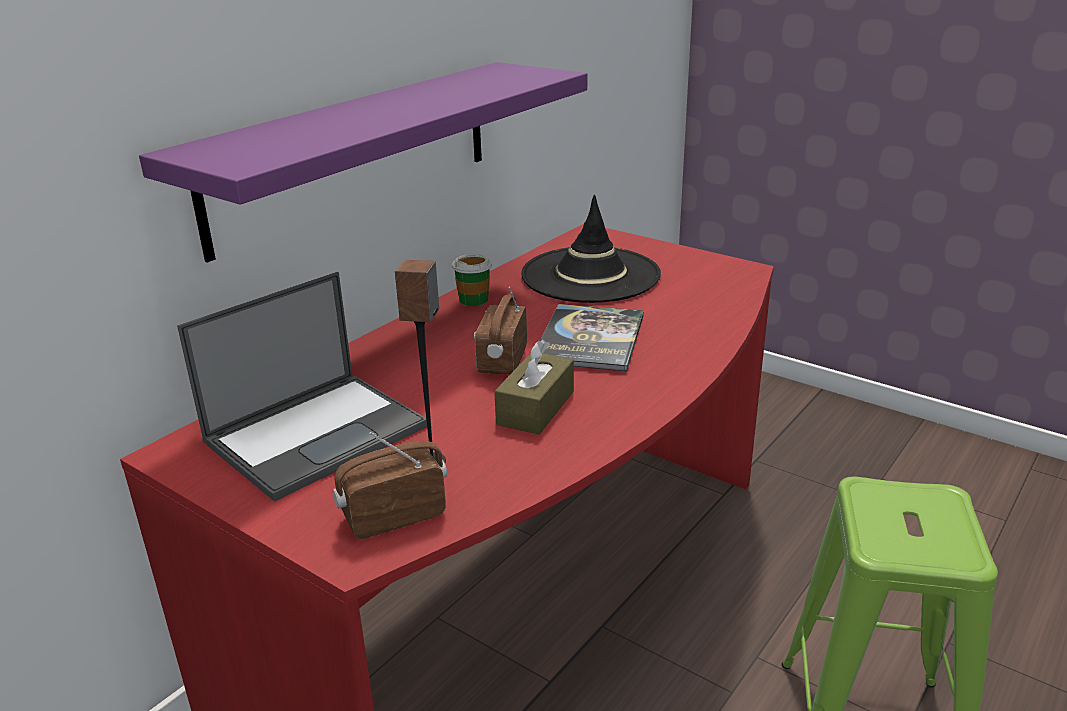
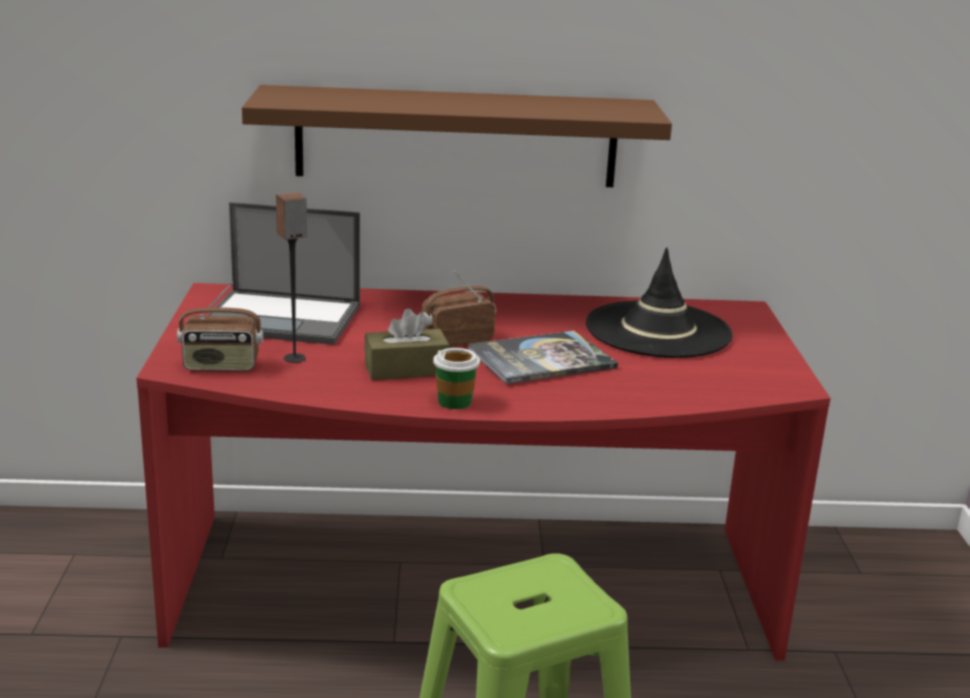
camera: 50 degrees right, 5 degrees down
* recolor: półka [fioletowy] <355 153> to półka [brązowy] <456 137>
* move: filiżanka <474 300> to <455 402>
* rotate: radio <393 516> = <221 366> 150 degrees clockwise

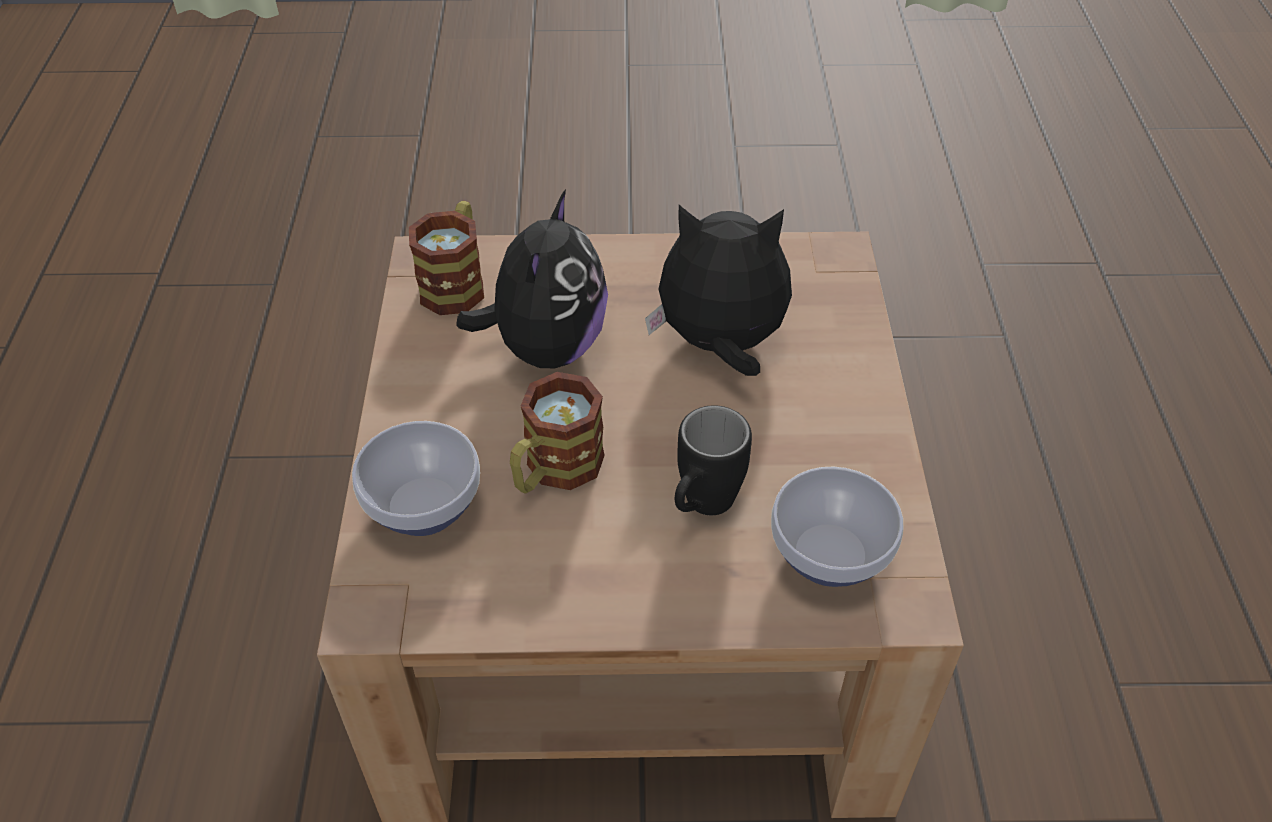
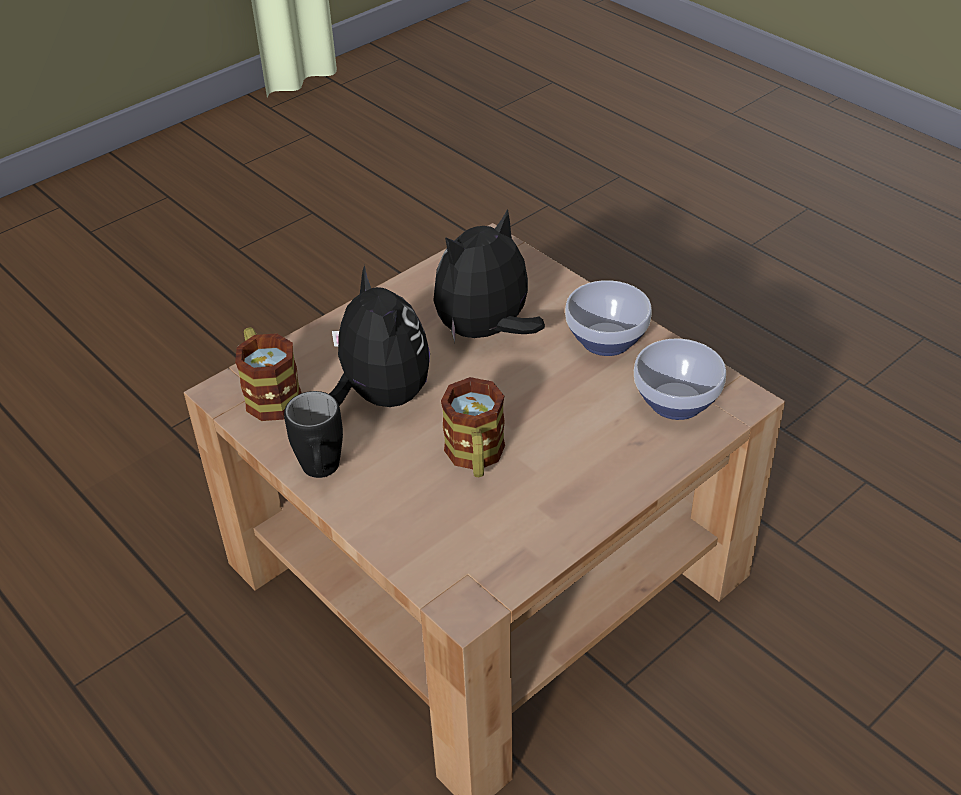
camera: 40 degrees left, 5 degrees down
* move: kubek [czarny] <701 508> to <321 474>
* move: miska <427 508> to <608 339>

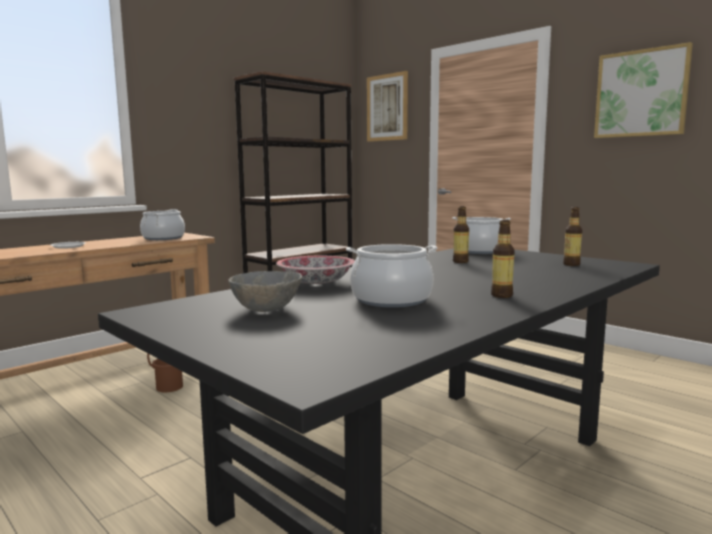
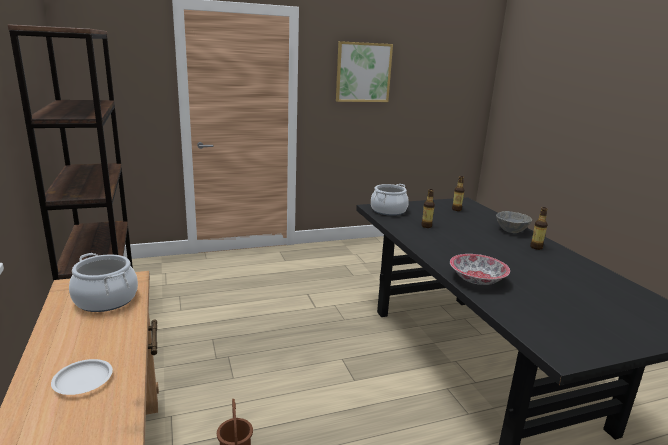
camera: 65 degrees left, 10 degrees up
* delete: obraz <387 107>
* delete: garnek <391 300>
* move: miska [szary] <266 309> to <511 231>

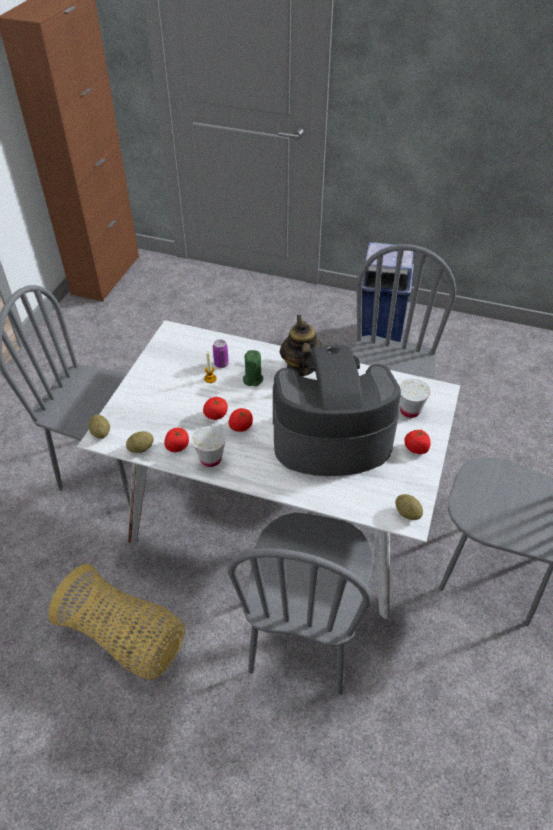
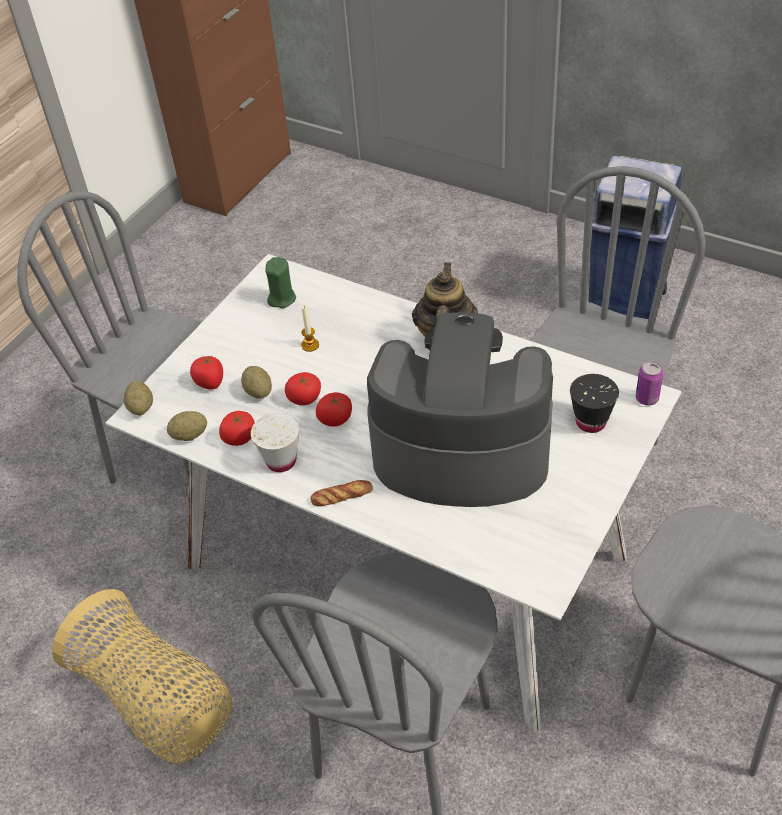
camera: 15 degrees right, 0 degrees up
* move: puszka <221 364> to <647 398>
* move: świeca [zielony] <253 379> to <282 299>
* recolor: filiżanka [biały] <409 411> to filiżanka [czarny] <591 422>
* move: pomidor <416 448> to <210 382>
* move: ziemniak <407 513> to <258 391>
* insert: chleb <342 496>

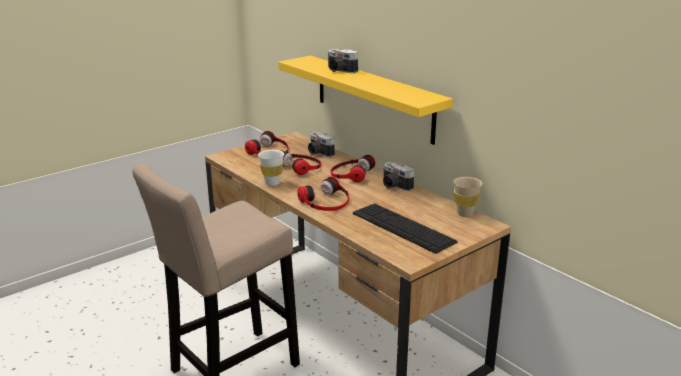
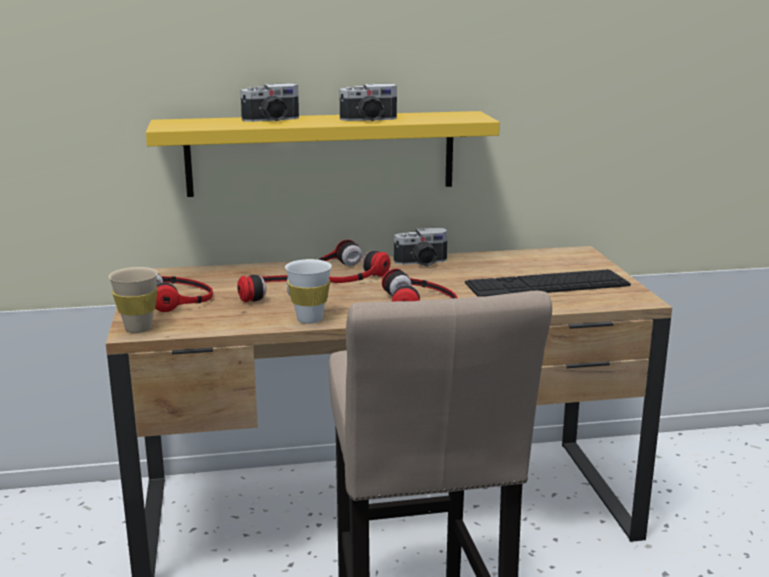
camera: 60 degrees left, 5 degrees down
* move: aparat fotograficzny <319 153> to <369 120>
* move: filiżanka [beżowy] <465 213> to <138 328>

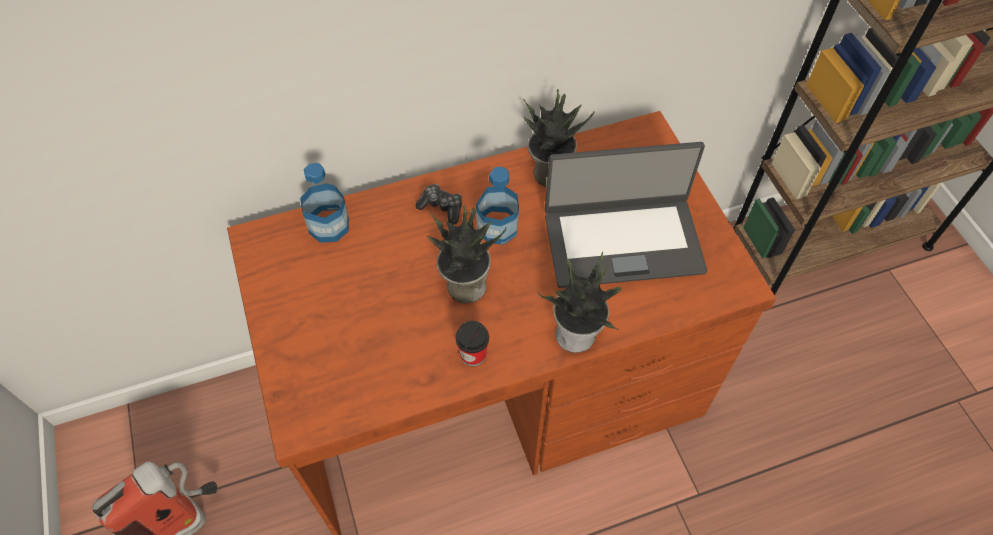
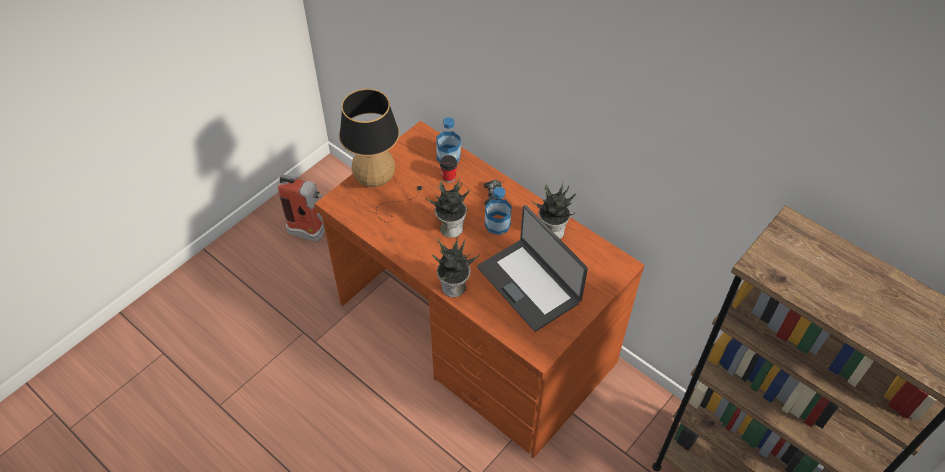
camera: 60 degrees right, 5 degrees down
* move: filiżanka <473 355> to <448 177>
* insert: lampa stołowa <377 185>

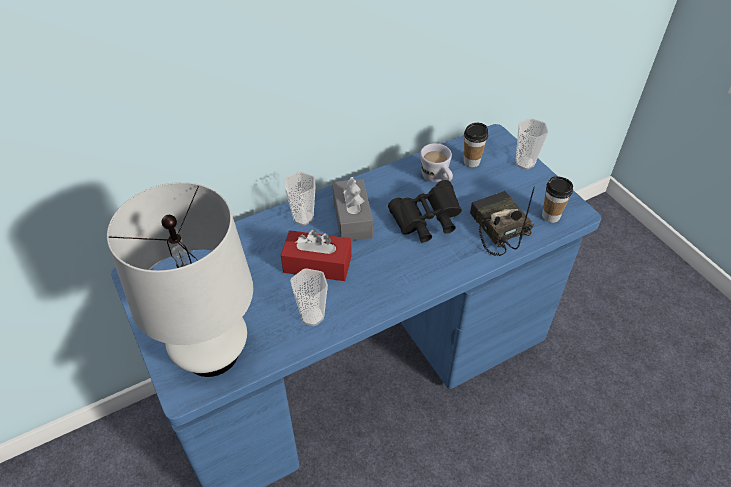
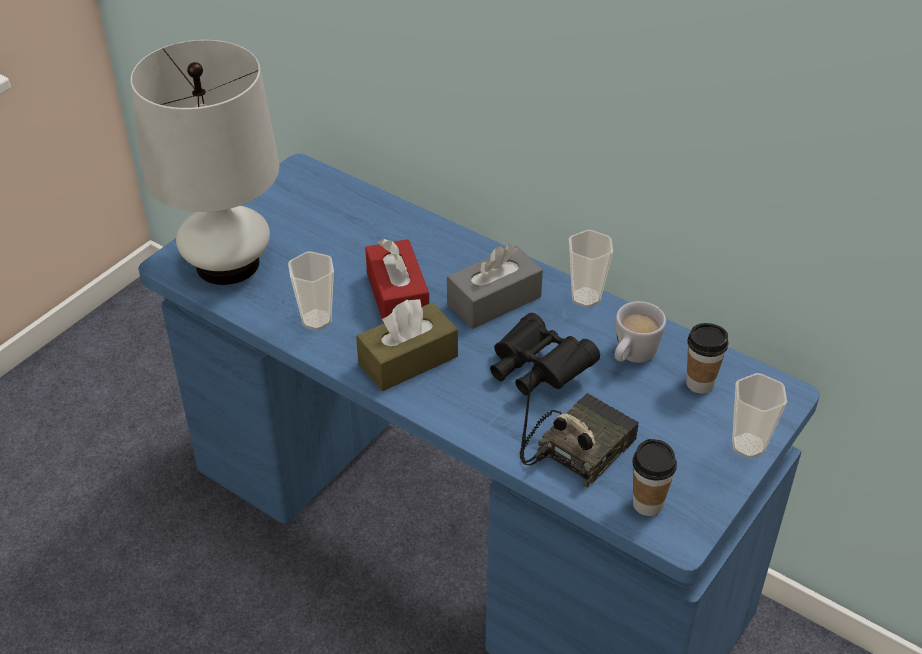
camera: 65 degrees right, 5 degrees down
* move: filiżanka <303 218> to <585 297>
* insert: pudełko chusteczek [brązowy] <408 360>

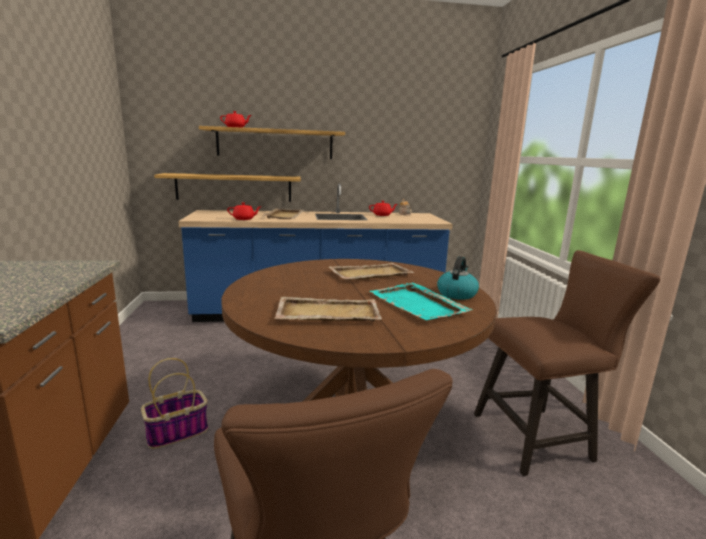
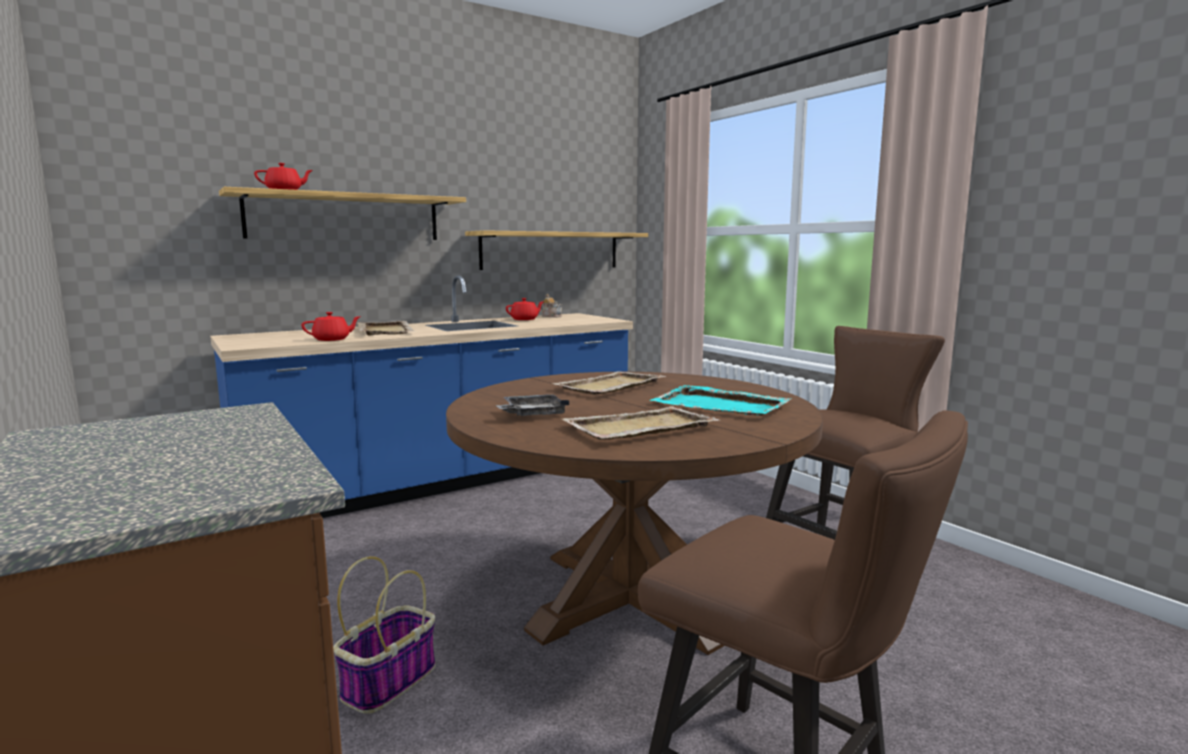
camera: 25 degrees left, 5 degrees down
* move: półka <234 187> to <551 250>
* delete: czajnik <456 294>
* insert: taca [szary] <532 414>

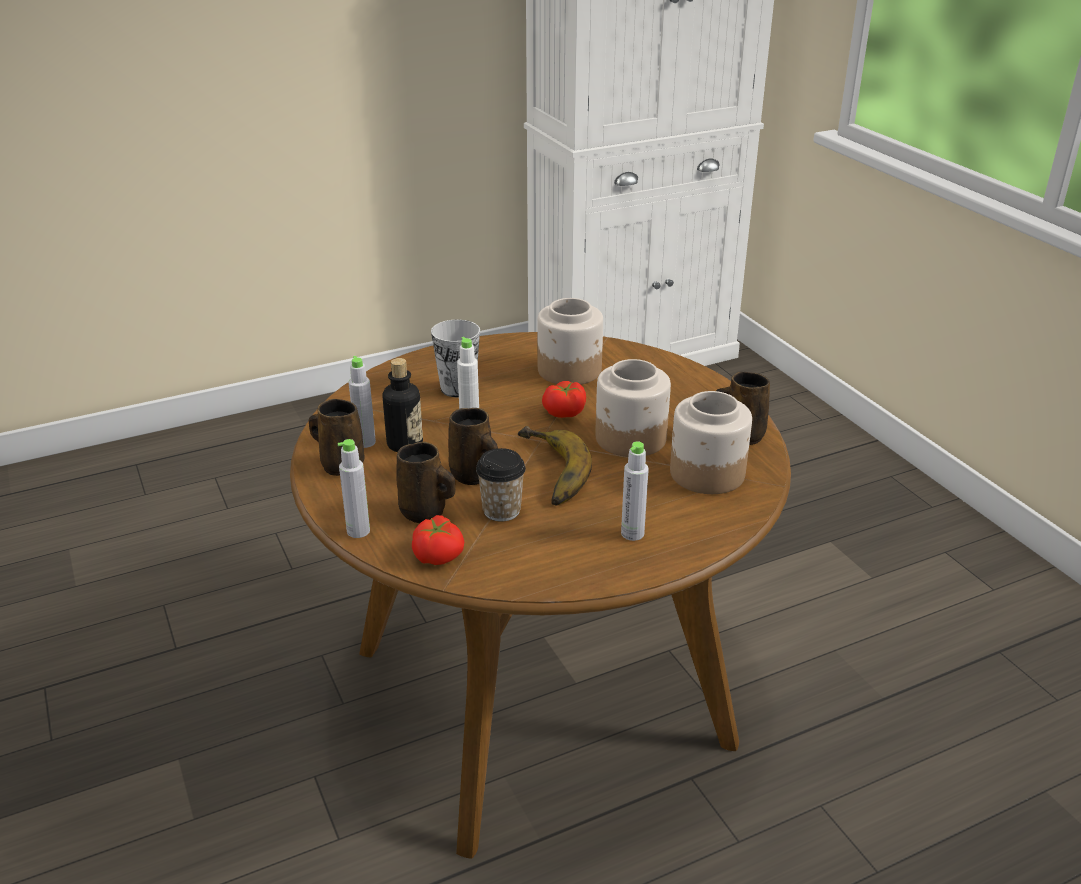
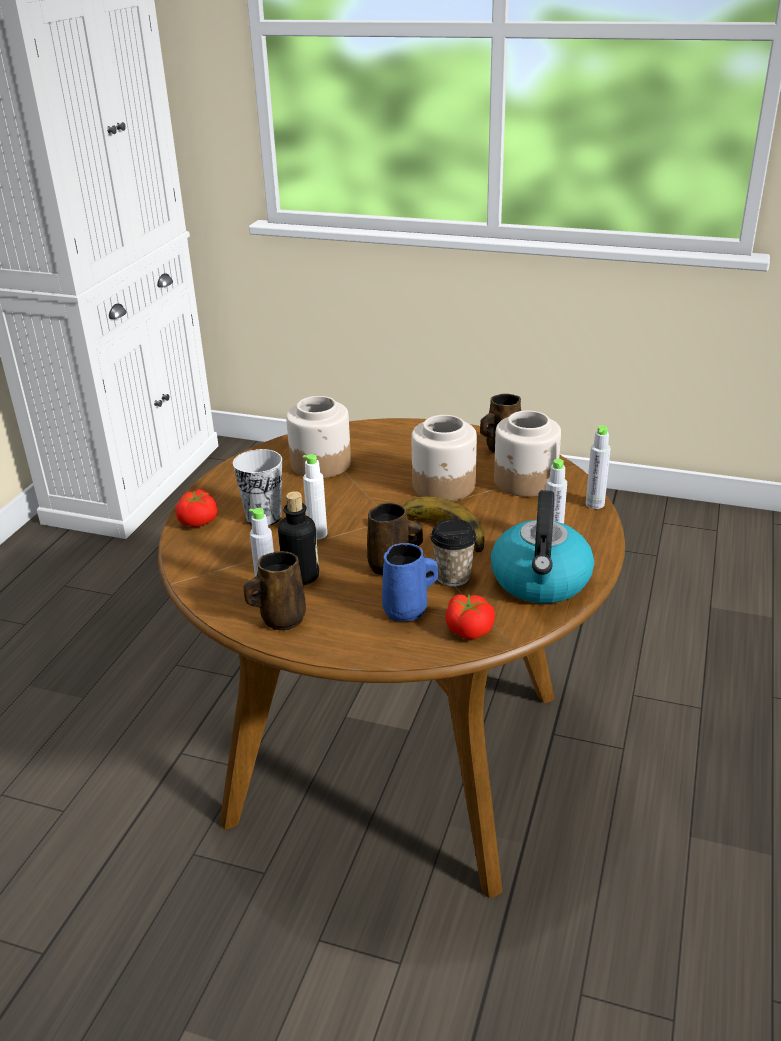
camera: 45 degrees left, 0 degrees up
* move: pomidor <565 413> to <199 521>
* move: butelka [szary] <358 531> to <595 504>
* recolor: kubek [brązowy] <425 513> to kubek [niebieski] <407 610>
* insert: czajnik <541 581>

